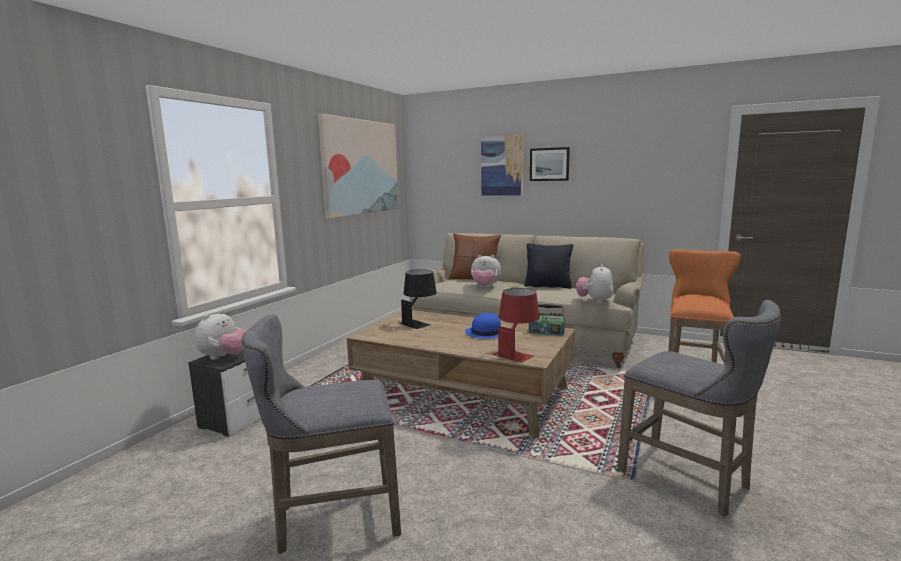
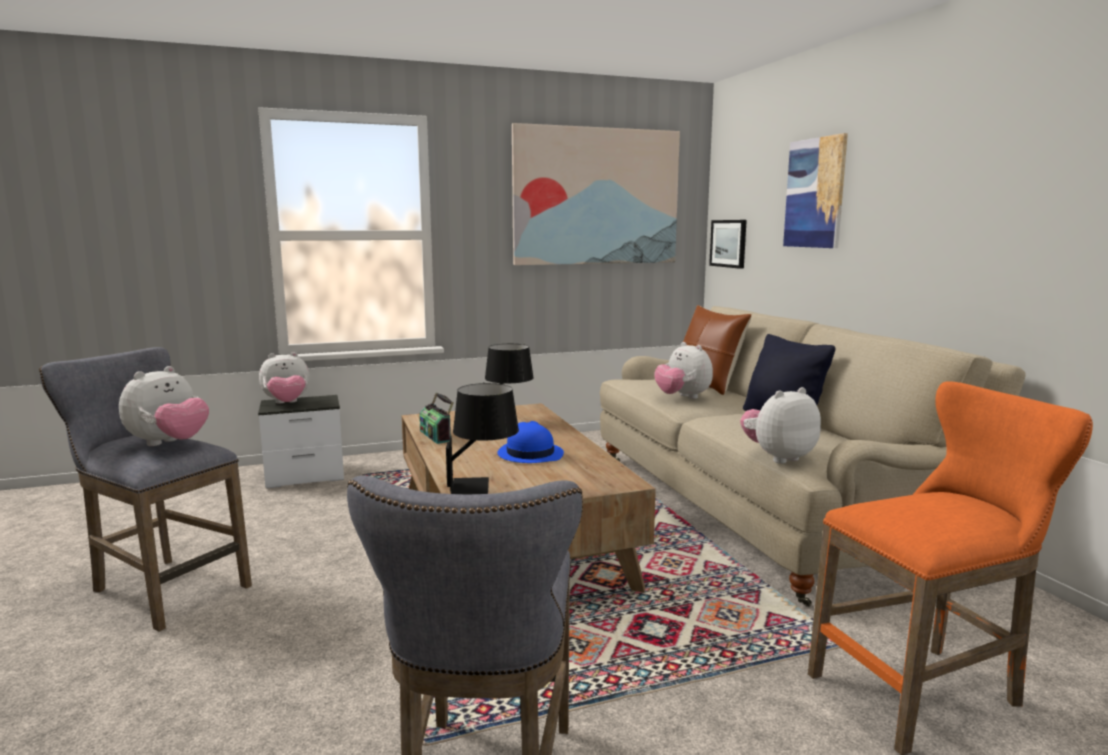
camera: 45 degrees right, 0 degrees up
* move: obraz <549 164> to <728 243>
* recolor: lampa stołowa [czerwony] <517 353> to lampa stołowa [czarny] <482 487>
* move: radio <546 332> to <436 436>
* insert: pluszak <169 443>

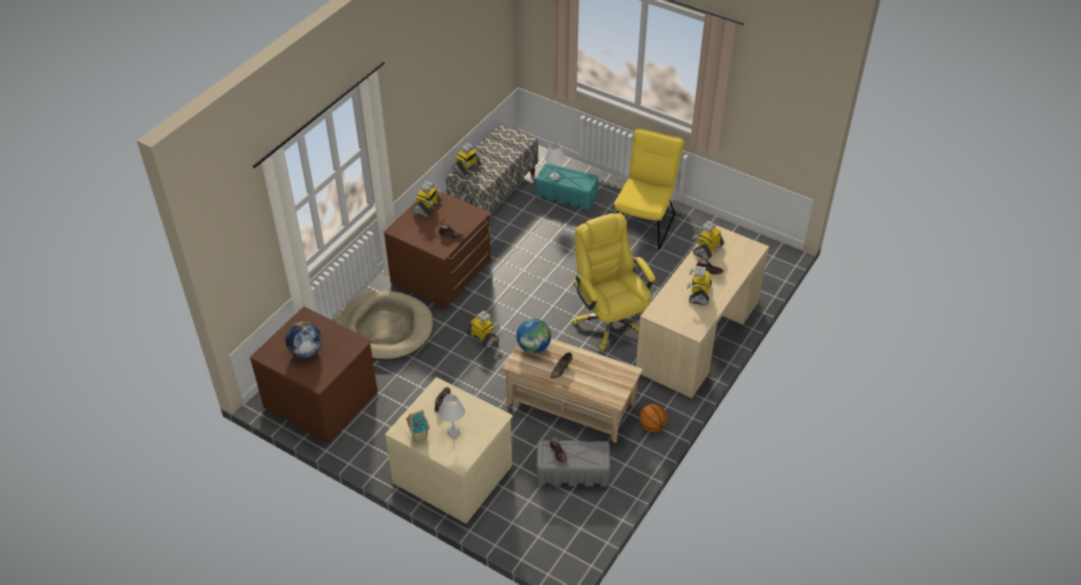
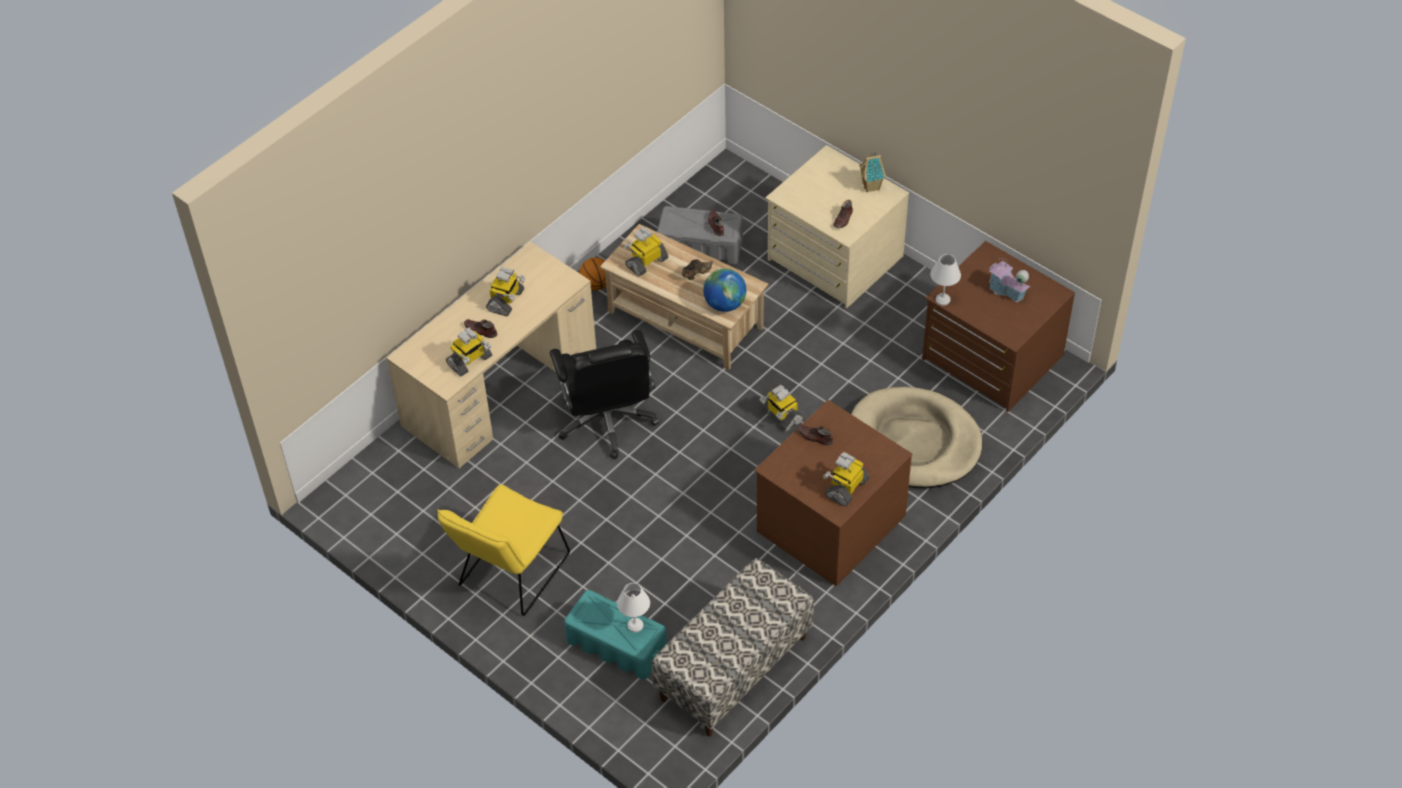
camera: 170 degrees left, 5 degrees up
* move: robot zabawkowy <467 168> to <646 262>
* recolor: krzesło biurowe [żółty] <610 320> to krzesło biurowe [czarny] <607 421>
* replace: globus <306 351> to domek <1006 291>
* move: lampa stołowa [biały] <453 431> to <943 299>

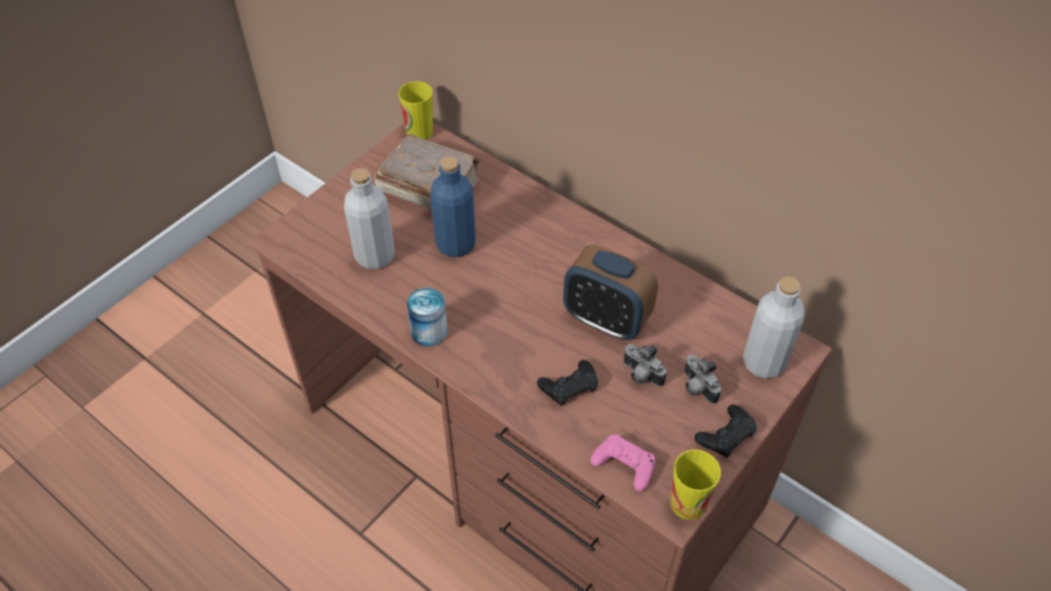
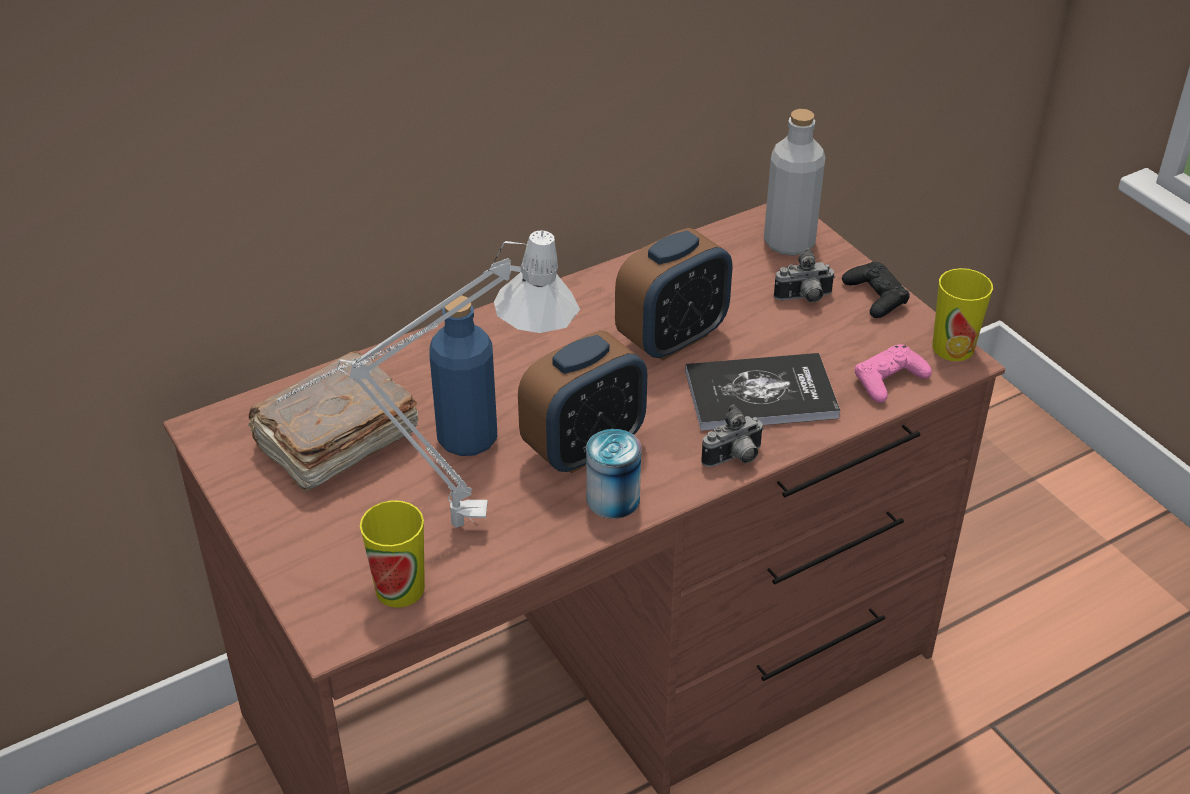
camera: 70 degrees left, 10 degrees down
* move: filiżanka <419 132> to <400 588>
* replace: butelka [szary] <375 256> to lampa stołowa [szary] <439 527>
* move: aparat fotograficzny <640 375> to <734 459>
* replace: pad do gier [czarny] <569 386> to książka <760 394>
* insert: budzik <584 447>

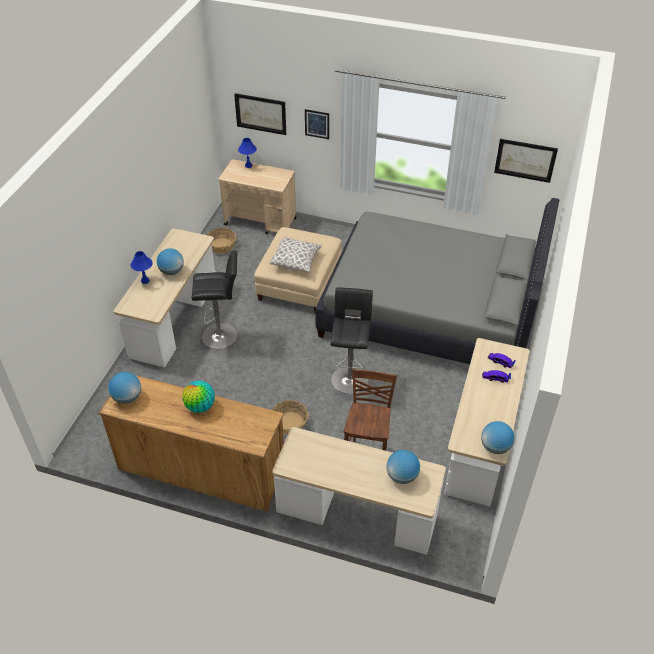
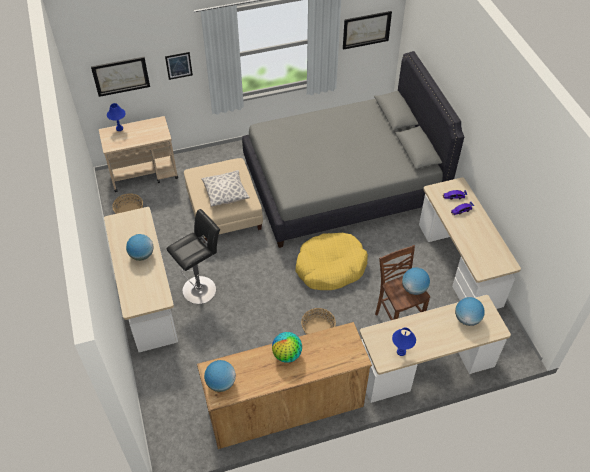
camera: 35 degrees left, 5 degrees up
* move: lampa stołowa [niebieski] <145 280> to <401 351>
* replace: stołek [czarny] <350 377> to legowisko [żółty] <330 267>
* move: globus <495 447> to <414 289>

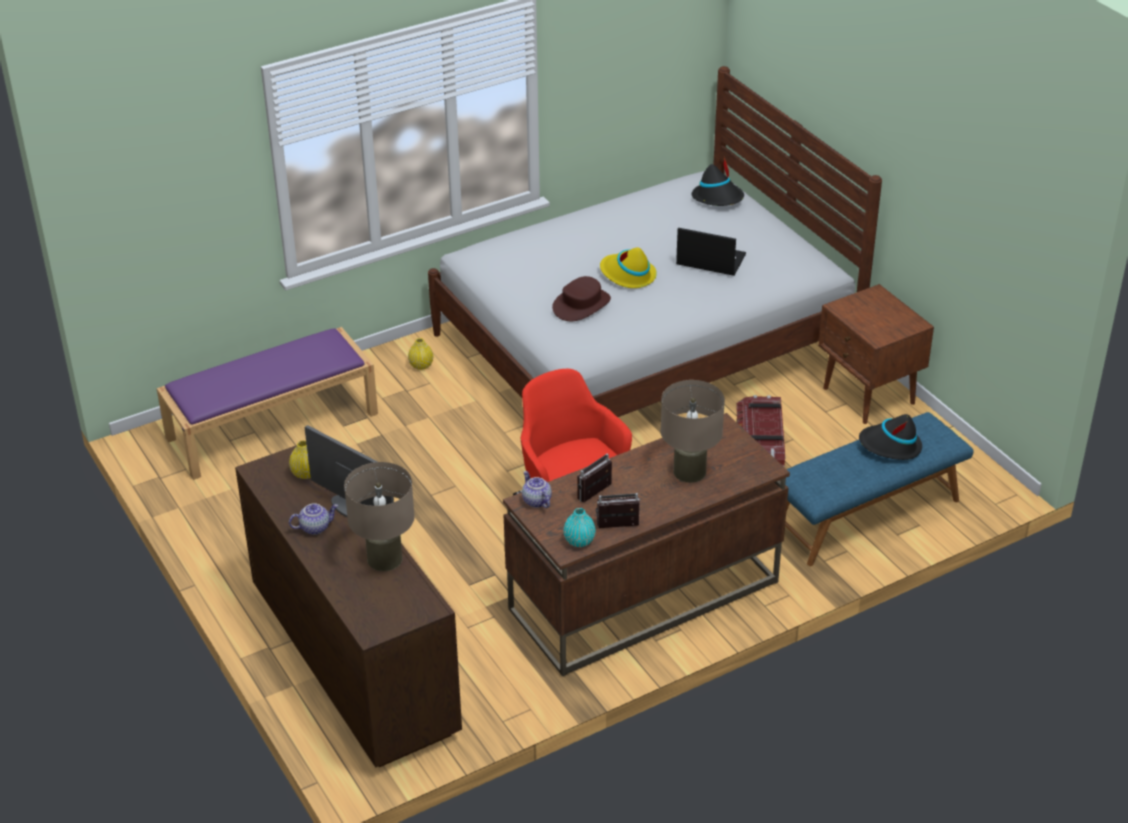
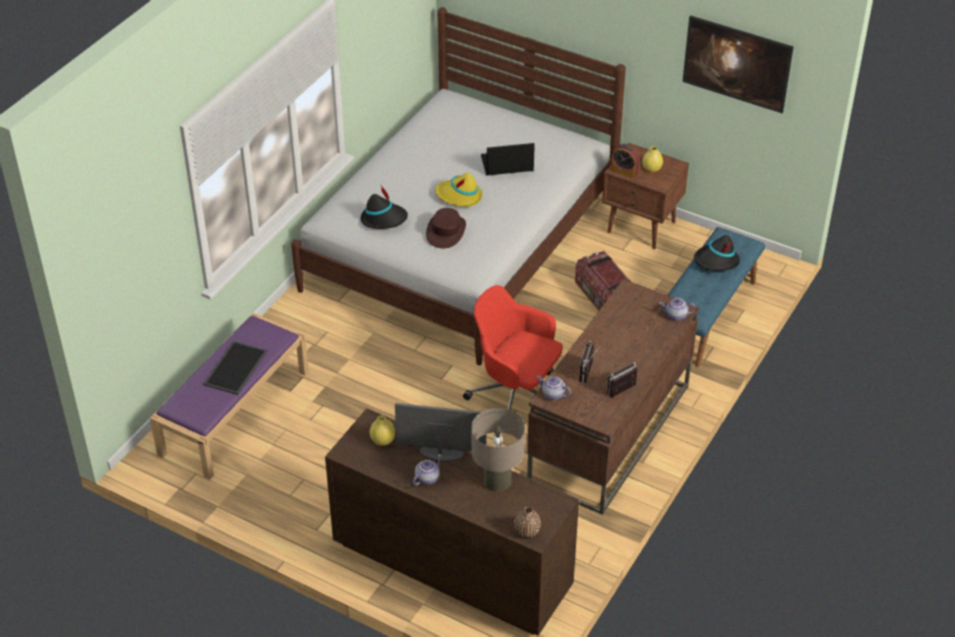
camera: 30 degrees left, 5 degrees up
* move: kapelusz [czarny] <718 198> to <384 219>
* move: wazon [żółty] <421 365> to <651 168>
* delete: lampa stołowa [beżowy] <689 472>
* delete: wazon [turkusowy] <579 541>
* insert: obraz <734 80>
* insert: budzik <624 171>
* insert: imbryk <676 316>
* insert: taca <234 367>
* insert: wazon [brązowy] <527 531>

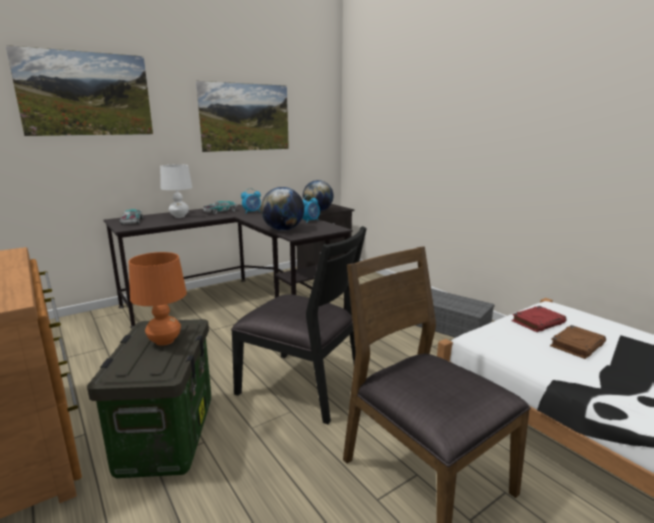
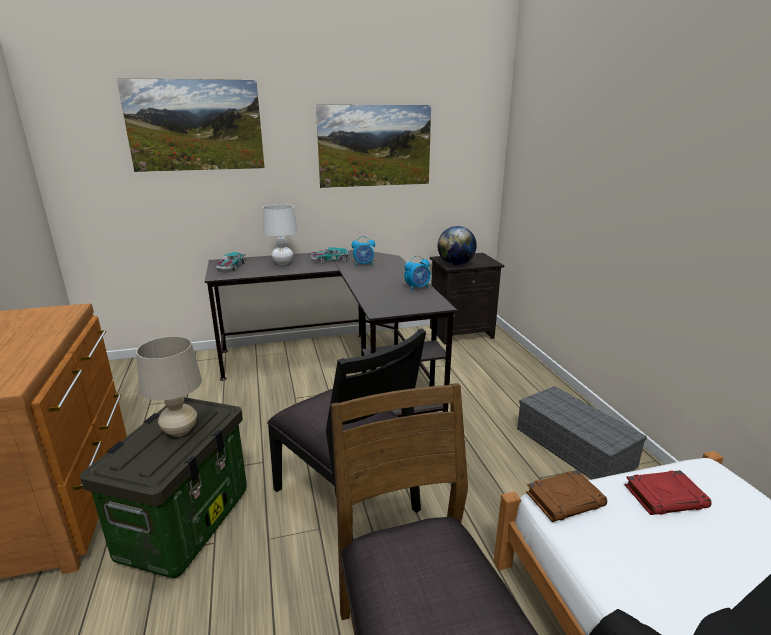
camera: 20 degrees right, 5 degrees up
* delete: globus <283 230>
* recolor: lampa stołowa [pomarańczowy] <164 341> to lampa stołowa [beżowy] <180 431>
* move: książka [brązowy] <577 345> to <565 499>

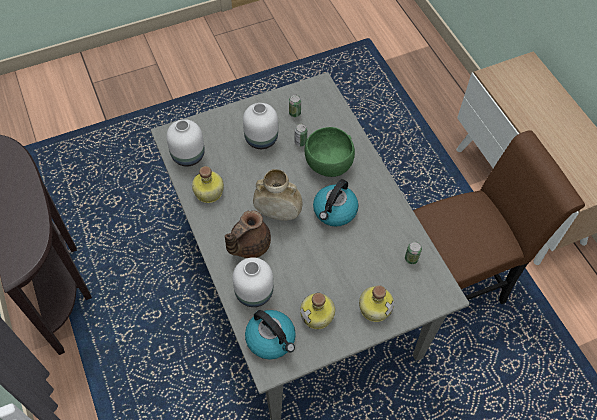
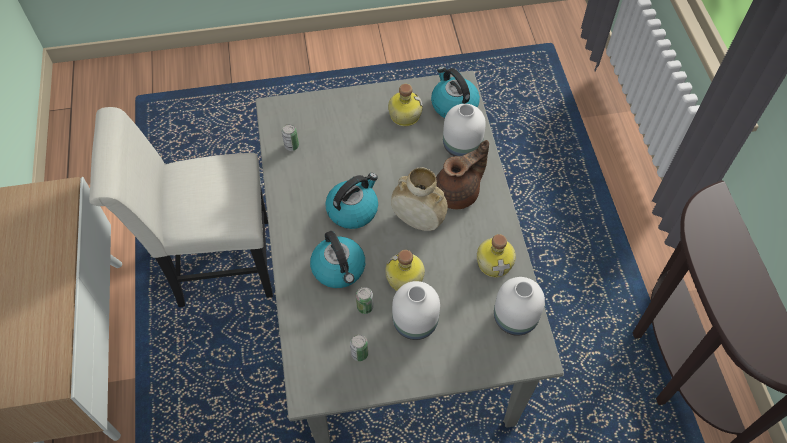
camera: 165 degrees left, 0 degrees up
* replace: miska [zielony] <328 164> to czajnik <339 269>
* recolor: krzesło [brązowy] <458 280> to krzesło [biały] <215 263>
* move: butelka <374 307> to <404 279>

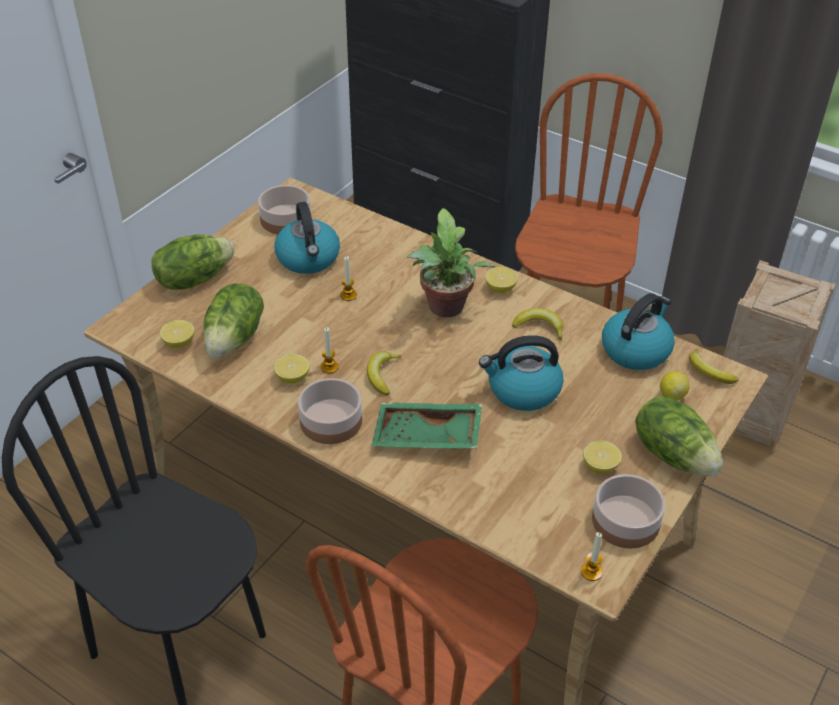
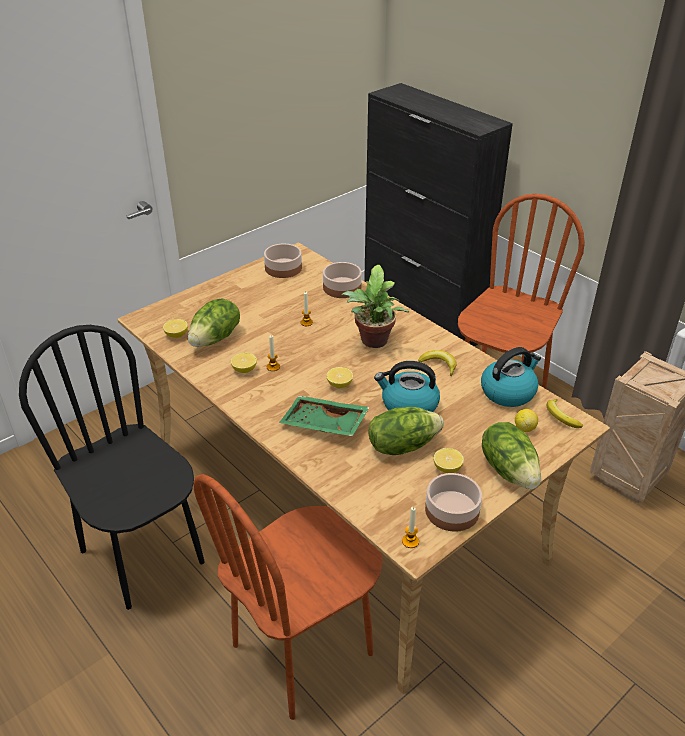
camera: 15 degrees right, 5 degrees down
* delete: czajnik <308 259>
* move: sałata <194 279> to <402 445>
* move: cytryna <500 288> to <339 385>
* delete: banan <382 375>
* move: miska <332 420> to <342 287>

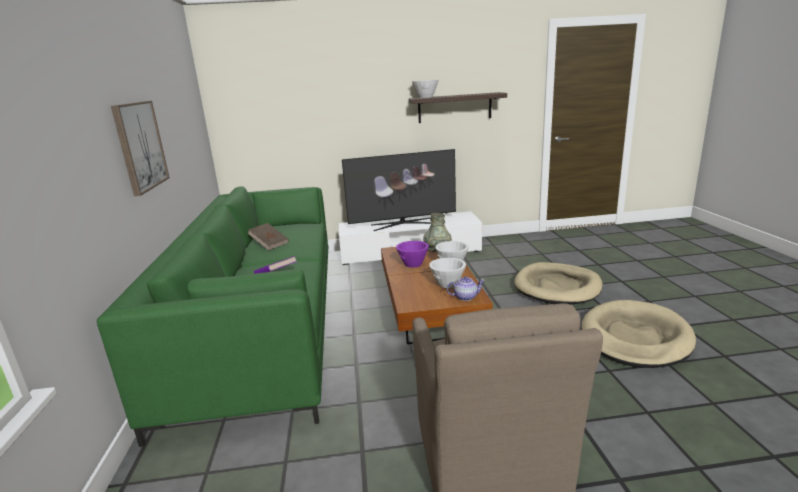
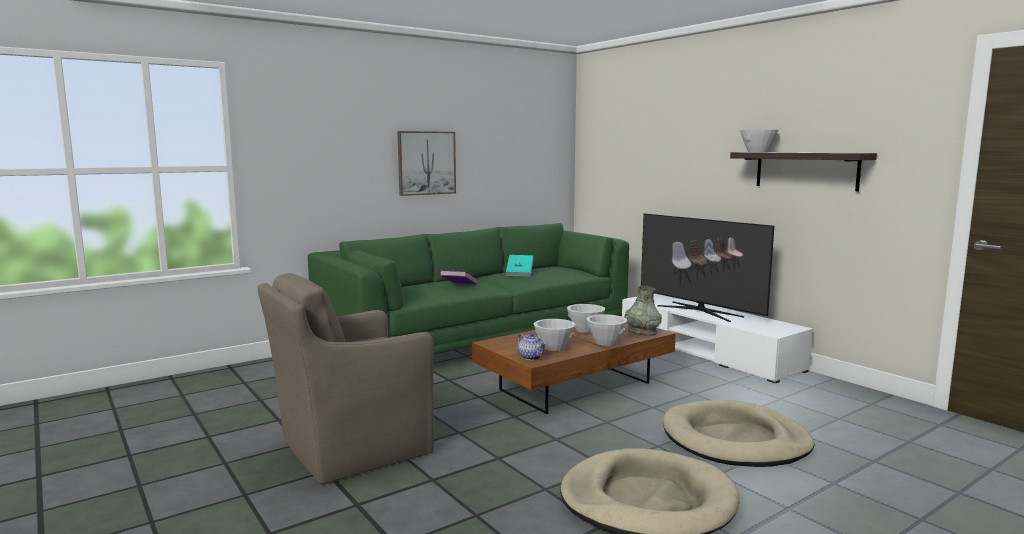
camera: 60 degrees right, 10 degrees down
* recolor: książka [brązowy] <269 244> to książka [turkusowy] <520 273>
* recolor: miska [fioletowy] <413 264> to miska [biały] <585 330>

